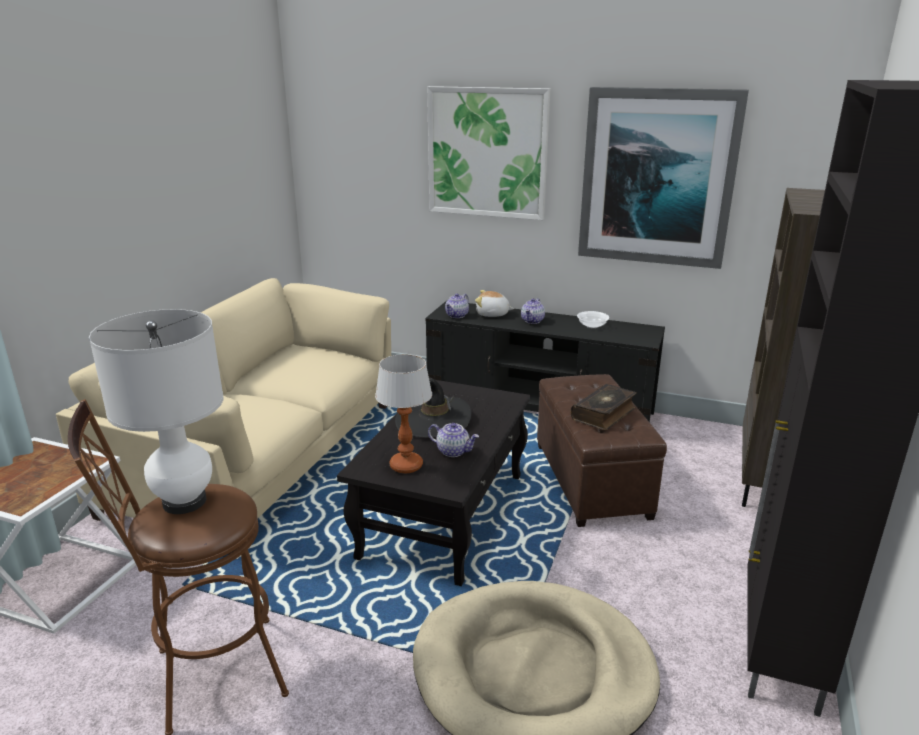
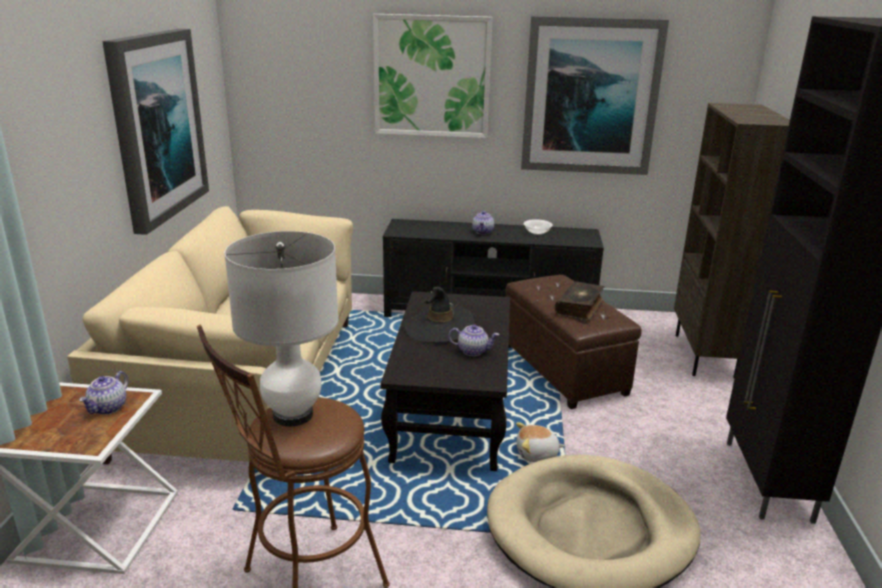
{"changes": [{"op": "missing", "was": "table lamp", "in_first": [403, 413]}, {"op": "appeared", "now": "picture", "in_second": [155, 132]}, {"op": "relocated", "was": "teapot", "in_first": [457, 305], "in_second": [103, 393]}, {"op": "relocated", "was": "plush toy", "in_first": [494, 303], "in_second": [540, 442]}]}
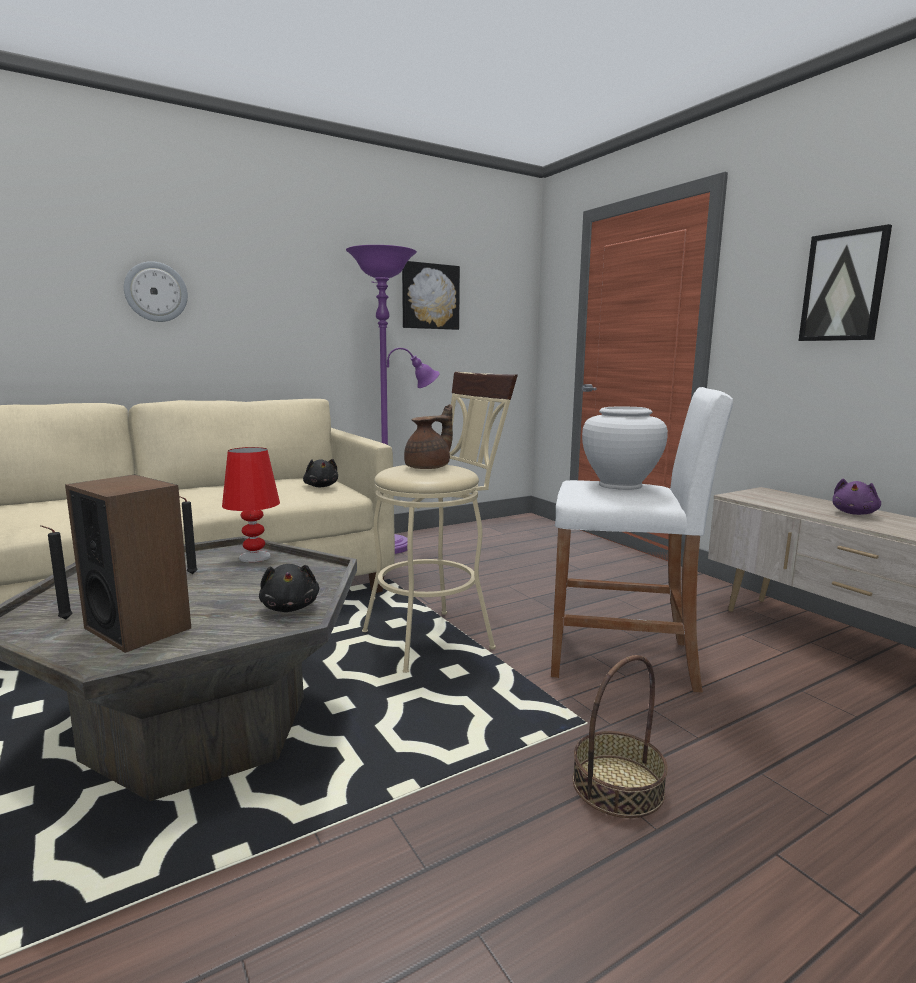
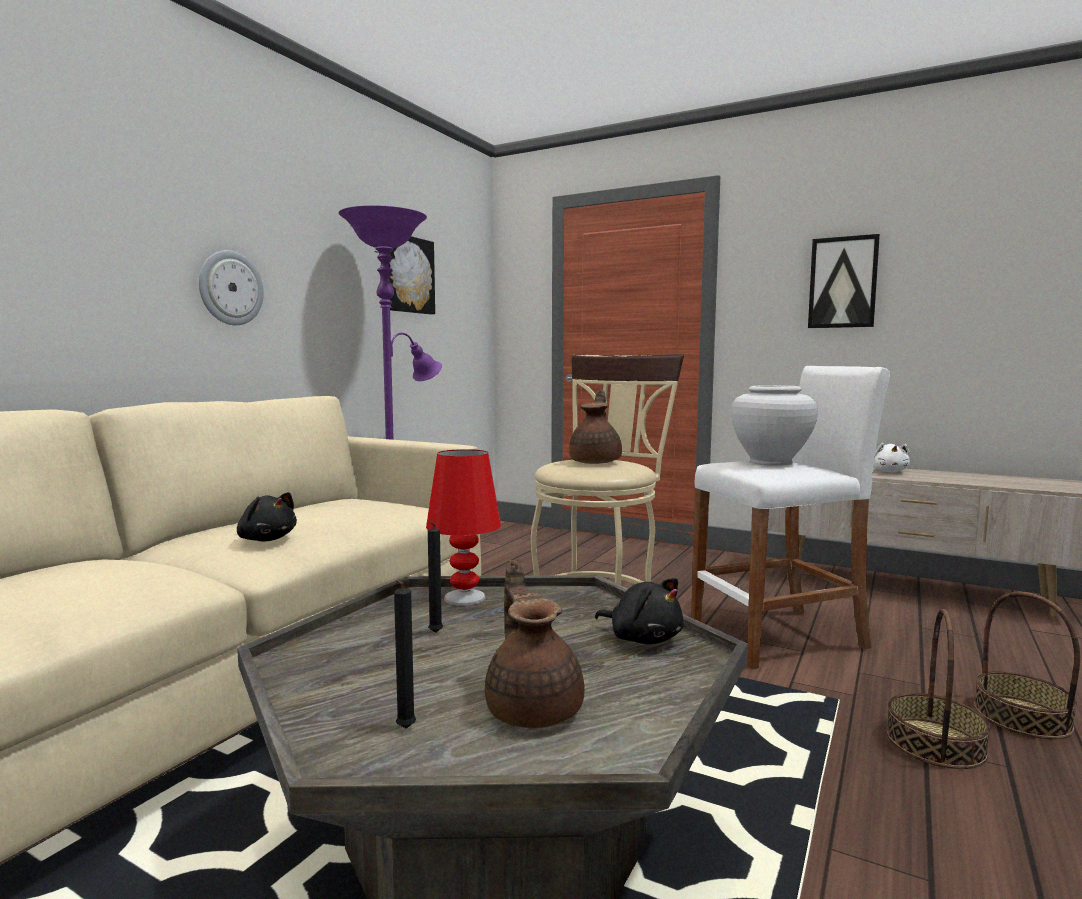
{"changes": [{"op": "appeared", "now": "basket", "in_second": [1027, 665]}, {"op": "relocated", "was": "wall clock", "in_first": [156, 291], "in_second": [231, 287]}, {"op": "relocated", "was": "black plush toy", "in_first": [320, 473], "in_second": [267, 516]}, {"op": "exchanged", "was": "speaker", "now": "brown teapot", "in_first": [128, 563], "in_second": [535, 644]}, {"op": "colour", "was": "purple plush toy", "now": "white plush toy", "in_first": [856, 497], "in_second": [892, 457]}]}
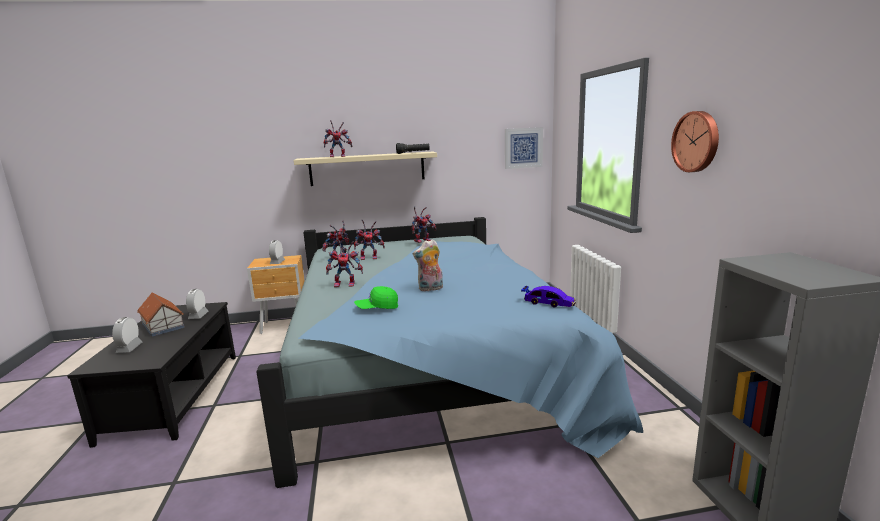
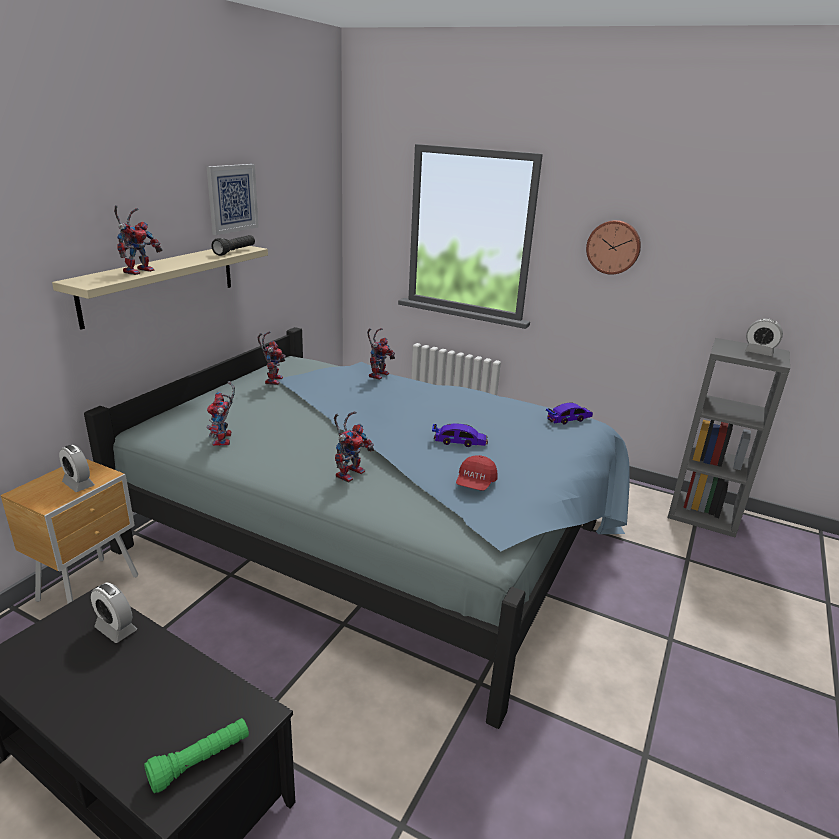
{"changes": [{"op": "missing", "was": "toy house", "in_first": [161, 315]}, {"op": "appeared", "now": "green flashlight", "in_second": [196, 755]}, {"op": "relocated", "was": "alarm clock", "in_first": [127, 335], "in_second": [764, 337]}, {"op": "relocated", "was": "toy robot", "in_first": [369, 239], "in_second": [381, 354]}, {"op": "relocated", "was": "picture", "in_first": [524, 148], "in_second": [233, 199]}, {"op": "exchanged", "was": "plush toy", "now": "toy car", "in_first": [428, 265], "in_second": [460, 435]}, {"op": "colour", "was": "green cap", "now": "red cap", "in_first": [376, 297], "in_second": [477, 473]}]}
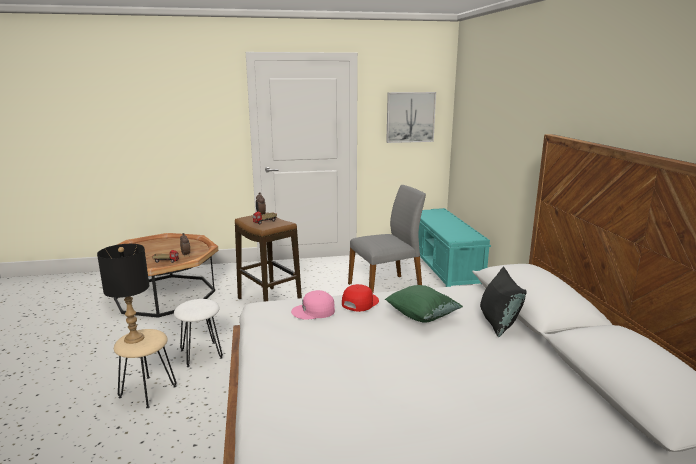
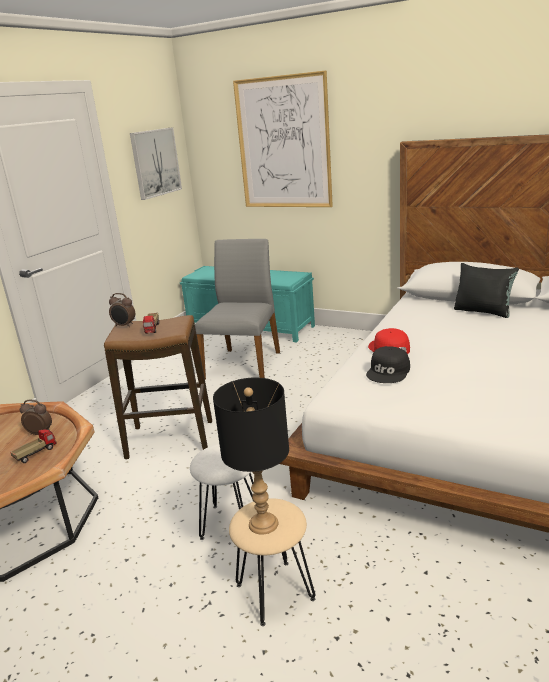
{"changes": [{"op": "missing", "was": "green pillow", "in_first": [424, 304]}, {"op": "appeared", "now": "picture", "in_second": [283, 139]}, {"op": "colour", "was": "pink cap", "now": "black cap", "in_first": [313, 305], "in_second": [388, 364]}]}
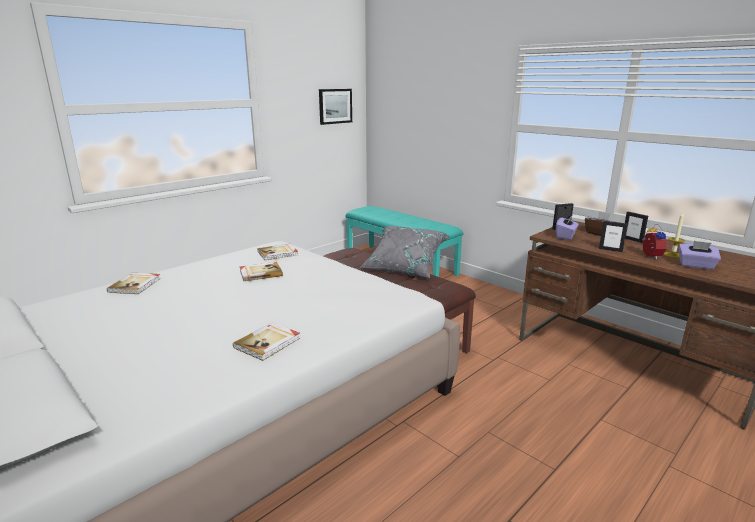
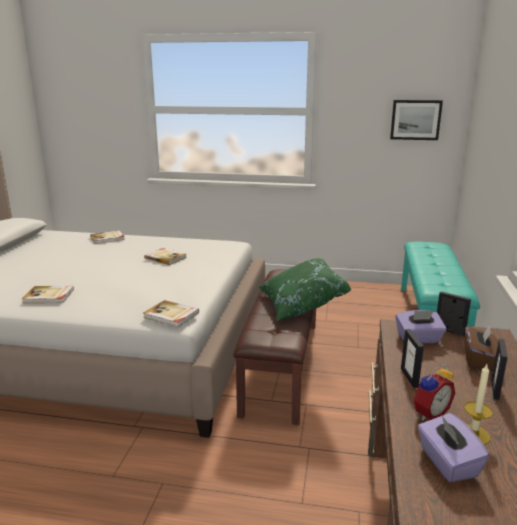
{"changes": [{"op": "relocated", "was": "book", "in_first": [278, 252], "in_second": [171, 313]}, {"op": "colour", "was": "grey pillow", "now": "green pillow", "in_first": [405, 252], "in_second": [305, 289]}]}
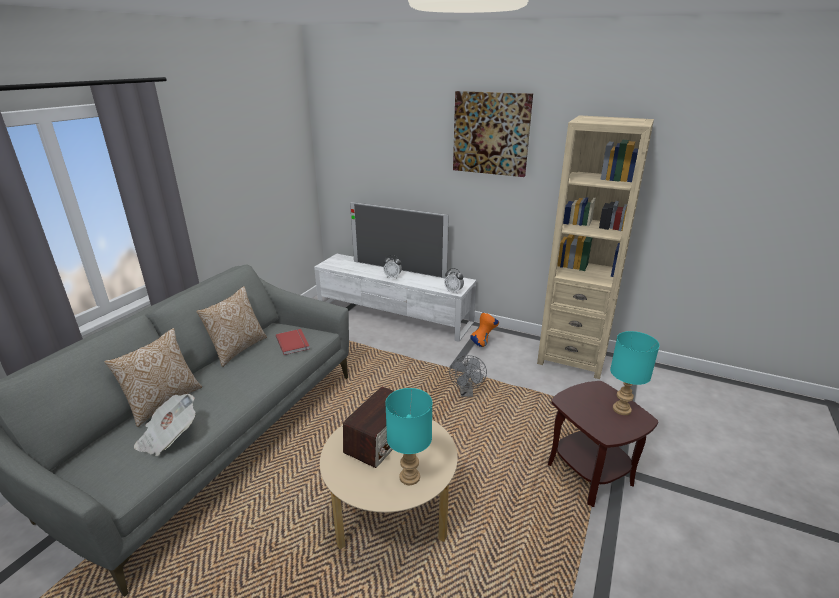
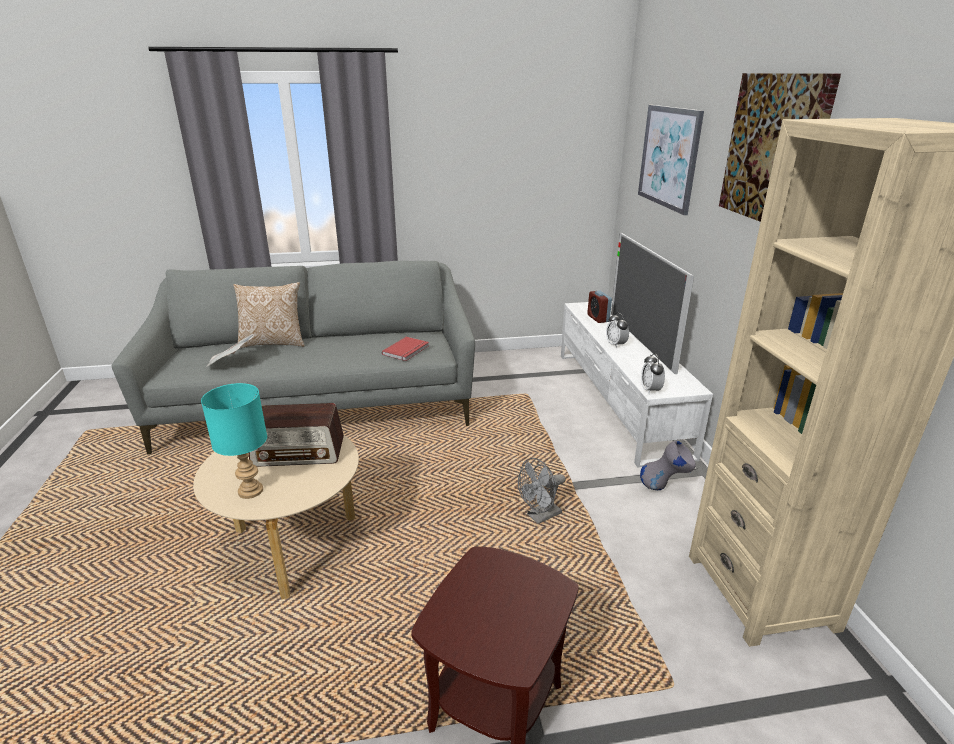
{"changes": [{"op": "missing", "was": "pillow", "in_first": [231, 326]}, {"op": "missing", "was": "turquoise table lamp", "in_first": [635, 373]}, {"op": "appeared", "now": "alarm clock", "in_second": [599, 306]}, {"op": "appeared", "now": "picture", "in_second": [671, 160]}, {"op": "colour", "was": "orange vase", "now": "grey vase", "in_first": [484, 329], "in_second": [668, 465]}]}
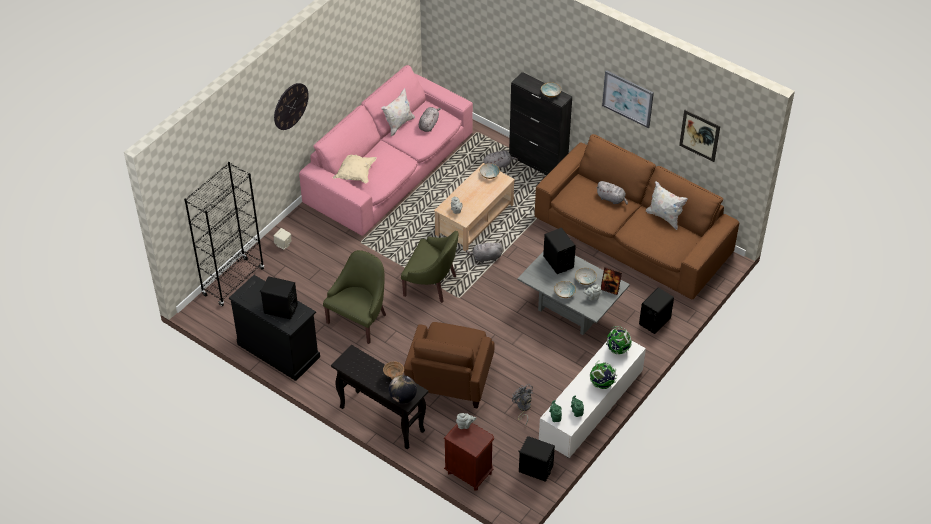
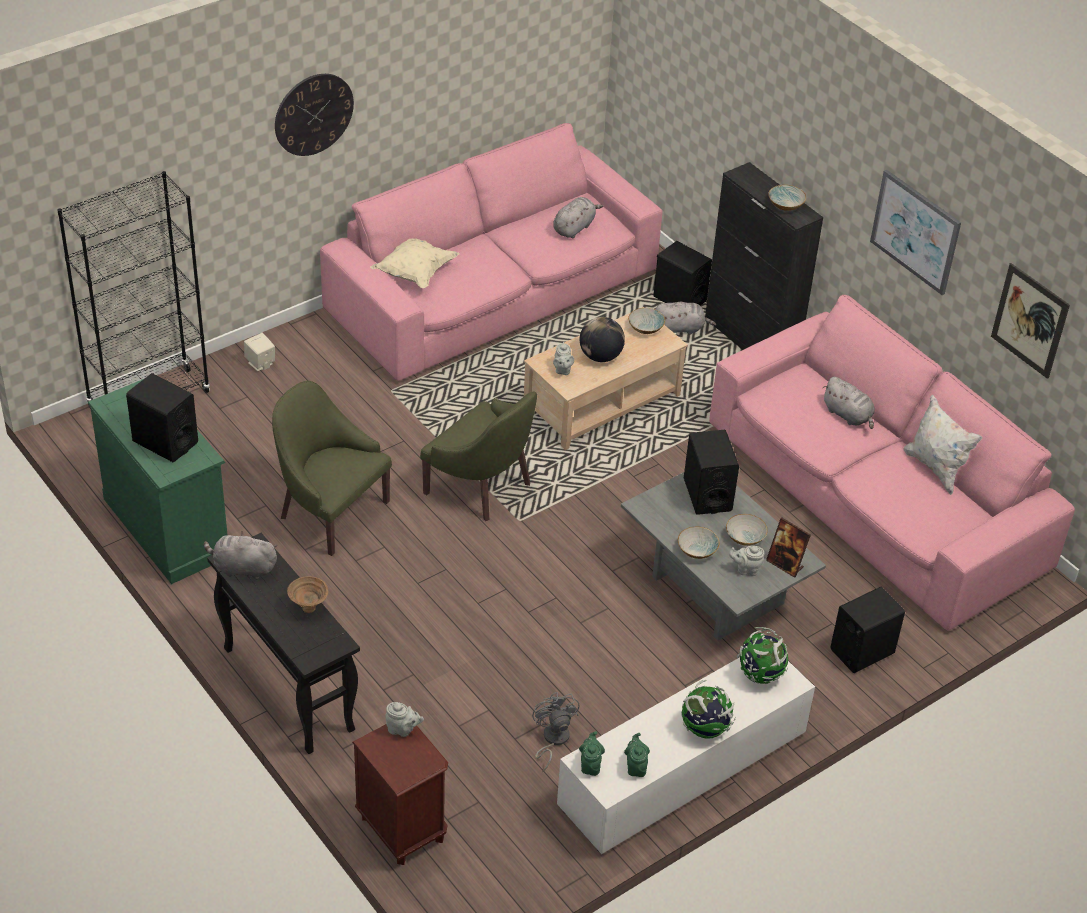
{"changes": [{"op": "missing", "was": "white pillow", "in_first": [398, 112]}, {"op": "missing", "was": "brown armchair", "in_first": [449, 365]}, {"op": "relocated", "was": "globe", "in_first": [403, 389], "in_second": [602, 339]}, {"op": "relocated", "was": "grey plush toy", "in_first": [484, 252], "in_second": [241, 555]}, {"op": "relocated", "was": "black speaker", "in_first": [536, 459], "in_second": [682, 273]}, {"op": "colour", "was": "black dresser", "now": "green dresser", "in_first": [274, 328], "in_second": [157, 481]}, {"op": "colour", "was": "brown sofa", "now": "pink sofa", "in_first": [637, 216], "in_second": [892, 462]}, {"op": "spun", "was": "green armchair", "in_first": [354, 297], "in_second": [332, 468], "clockwise": -105}]}
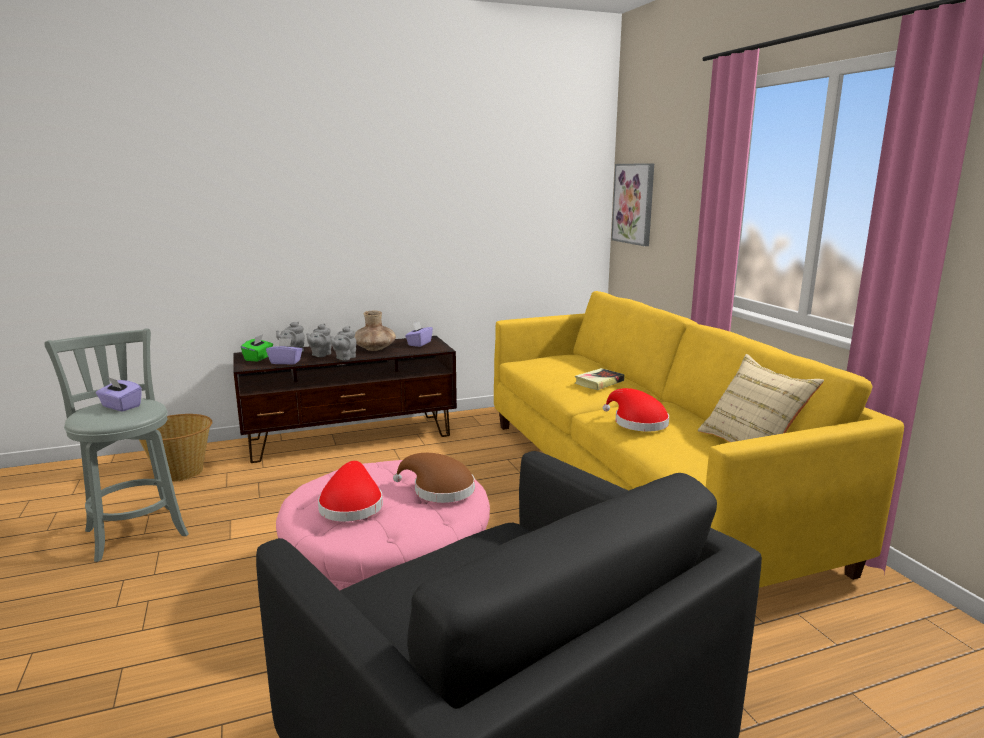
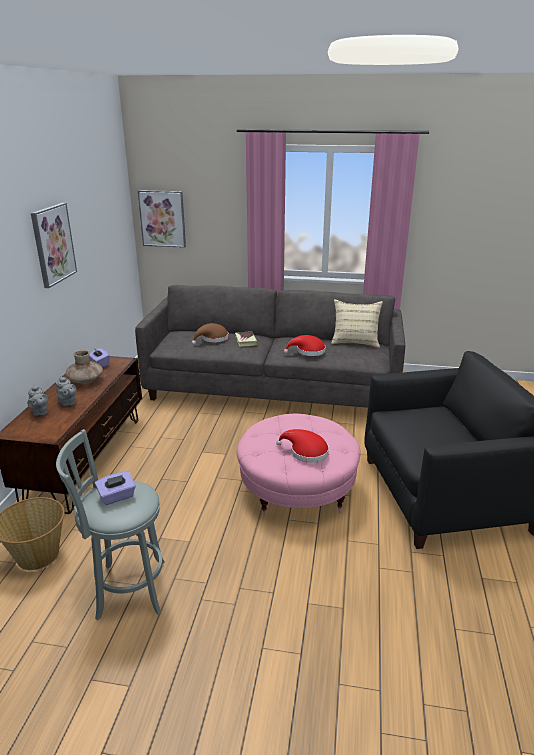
{"changes": [{"op": "missing", "was": "green tissue box", "in_first": [257, 348]}, {"op": "missing", "was": "purple tissue box", "in_first": [284, 351]}, {"op": "missing", "was": "grey teapot", "in_first": [343, 343]}, {"op": "appeared", "now": "picture", "in_second": [54, 245]}, {"op": "relocated", "was": "brown hat", "in_first": [434, 478], "in_second": [210, 334]}, {"op": "colour", "was": "yellow sofa", "now": "grey sofa", "in_first": [699, 439], "in_second": [270, 346]}]}
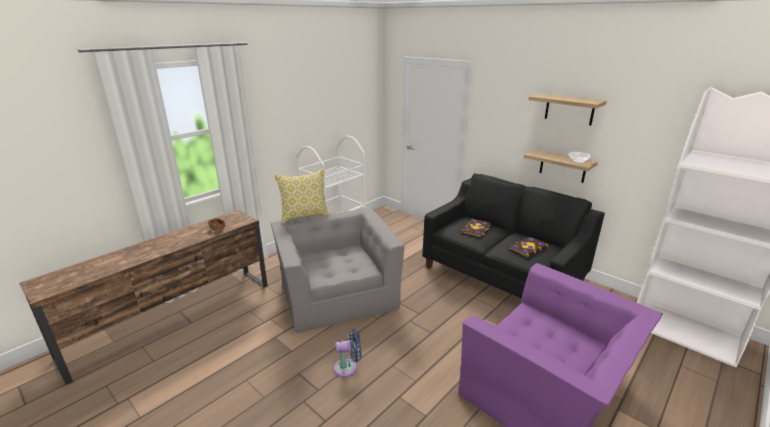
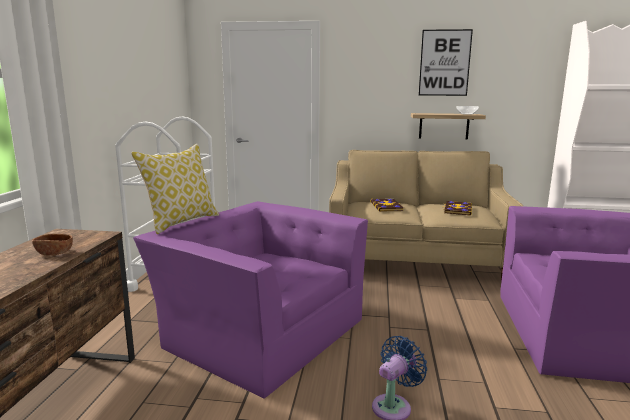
{"changes": [{"op": "exchanged", "was": "shelf", "now": "picture", "in_first": [567, 109], "in_second": [446, 62]}, {"op": "colour", "was": "grey armchair", "now": "purple armchair", "in_first": [338, 270], "in_second": [250, 300]}, {"op": "colour", "was": "black sofa", "now": "beige sofa", "in_first": [513, 236], "in_second": [426, 215]}]}
